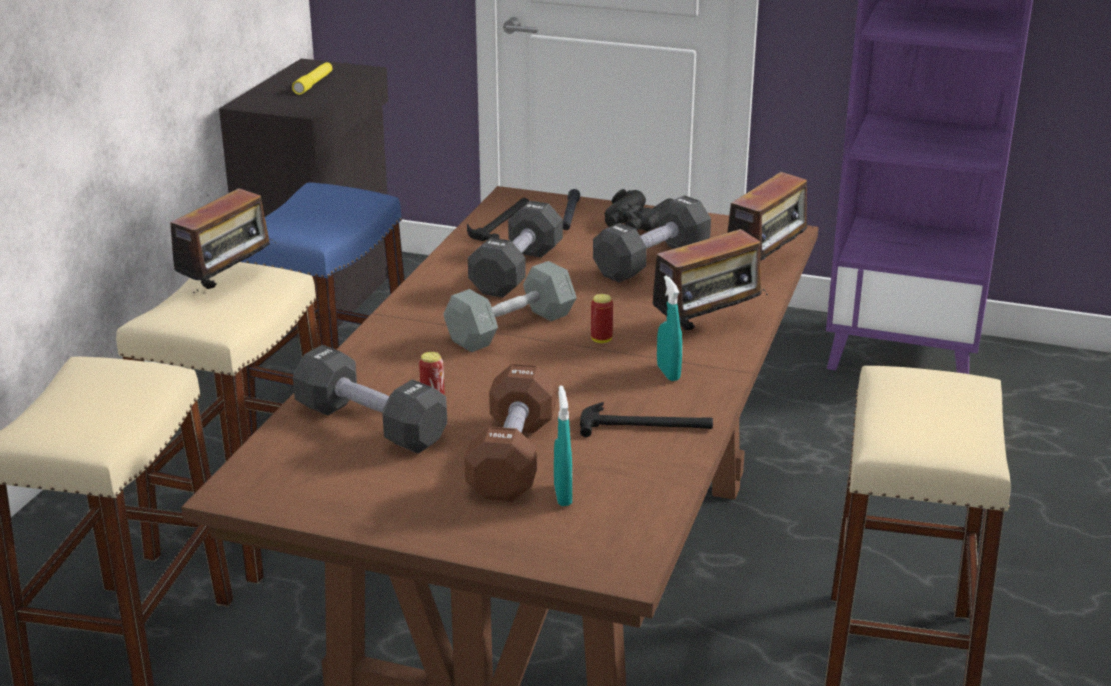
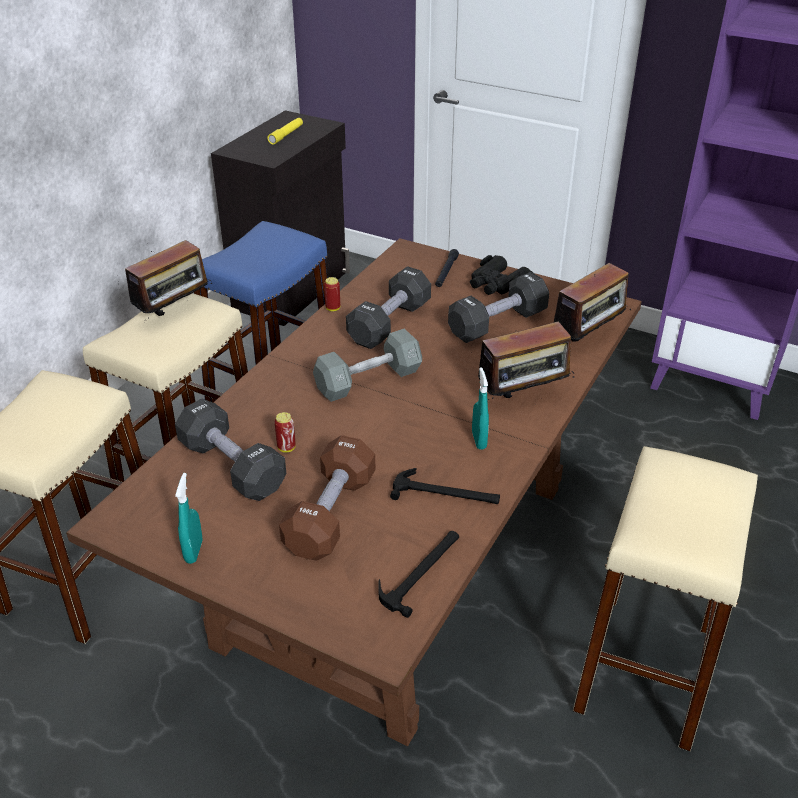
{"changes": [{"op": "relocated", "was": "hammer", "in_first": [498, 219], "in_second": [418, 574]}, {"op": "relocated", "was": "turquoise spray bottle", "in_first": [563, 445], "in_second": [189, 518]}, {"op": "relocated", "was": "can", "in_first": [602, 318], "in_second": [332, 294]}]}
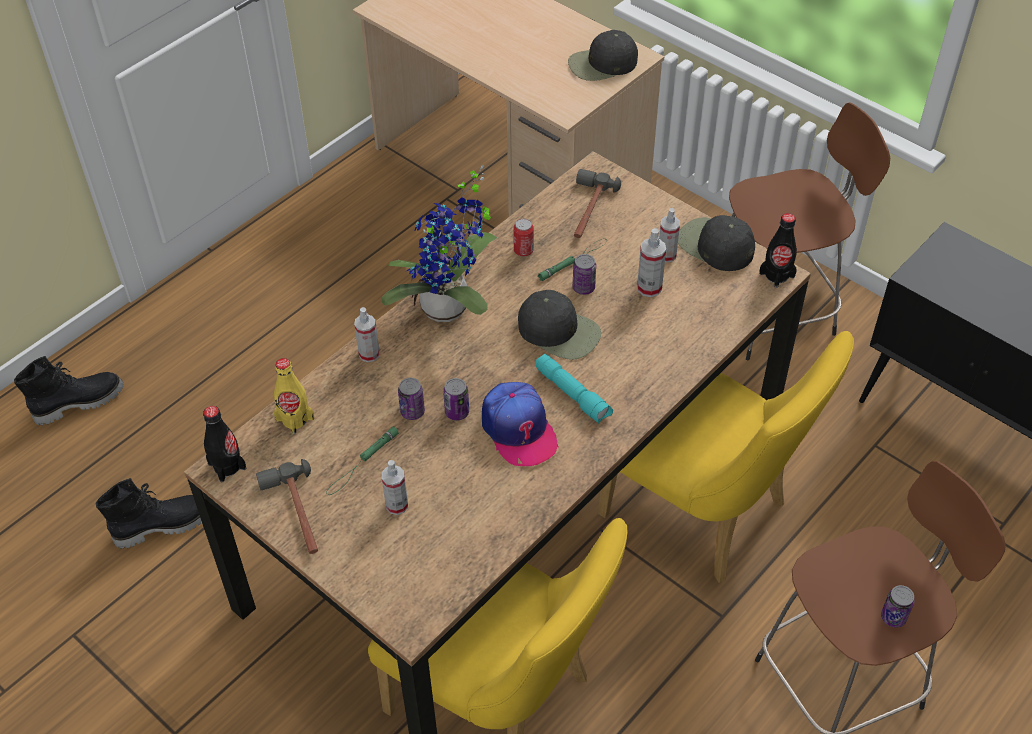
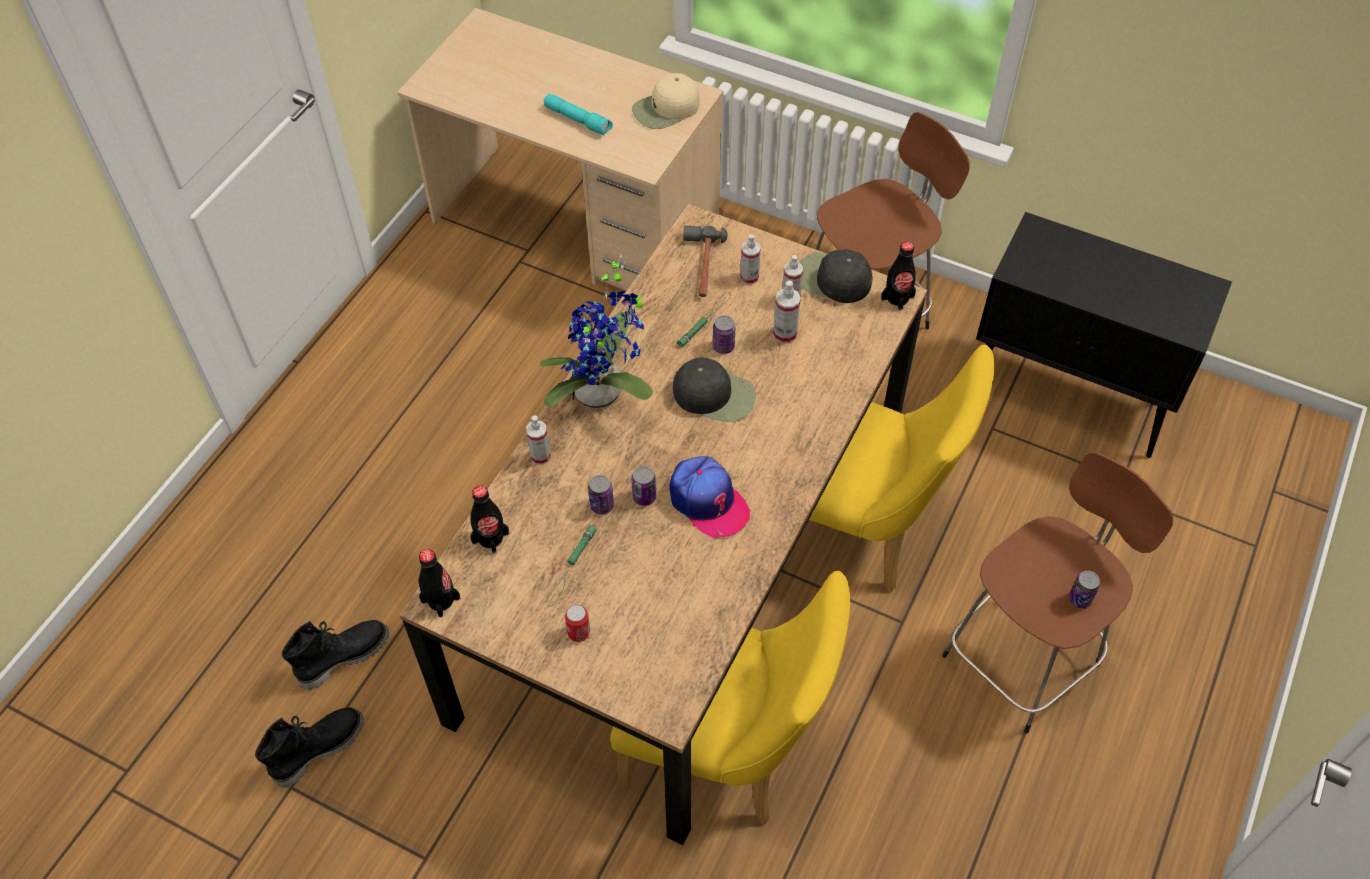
{"changes": [{"op": "missing", "was": "hammer", "in_first": [287, 506]}, {"op": "relocated", "was": "black boot", "in_first": [68, 390], "in_second": [309, 747]}, {"op": "relocated", "was": "spray bottle", "in_first": [395, 487], "in_second": [750, 259]}, {"op": "relocated", "was": "can", "in_first": [523, 238], "in_second": [577, 623]}, {"op": "relocated", "was": "turquoise flashlight", "in_first": [574, 389], "in_second": [578, 114]}, {"op": "colour", "was": "yellow bottle", "now": "black bottle", "in_first": [294, 396], "in_second": [489, 519]}, {"op": "colour", "was": "black cap", "now": "beige cap", "in_first": [603, 55], "in_second": [666, 101]}]}
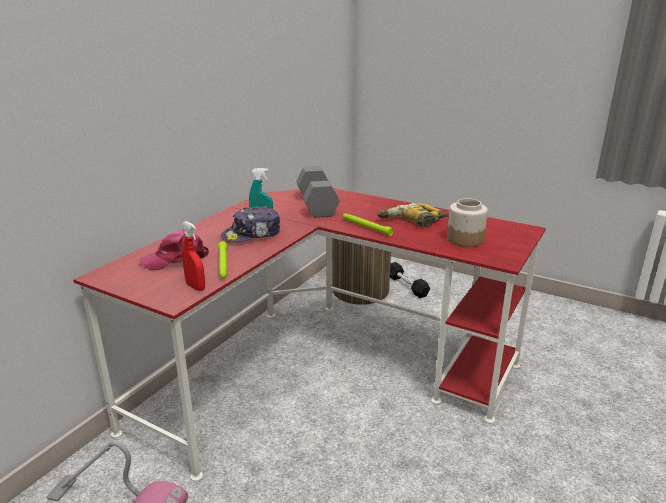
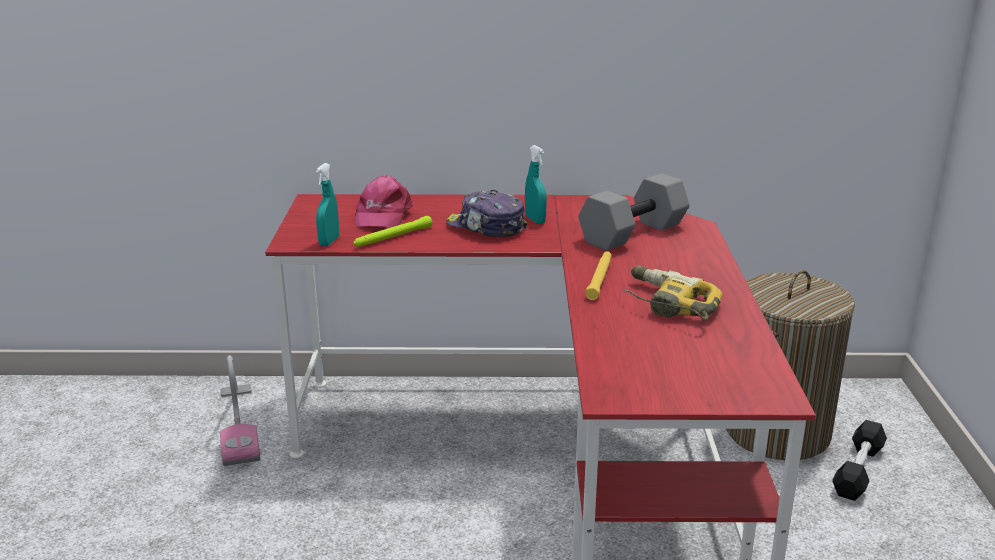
{"changes": [{"op": "missing", "was": "jar", "in_first": [467, 222]}, {"op": "colour", "was": "red spray bottle", "now": "turquoise spray bottle", "in_first": [193, 256], "in_second": [327, 204]}, {"op": "colour", "was": "green flashlight", "now": "yellow flashlight", "in_first": [367, 225], "in_second": [598, 275]}, {"op": "spun", "was": "pink cap", "in_first": [174, 250], "in_second": [384, 201], "clockwise": -120}]}
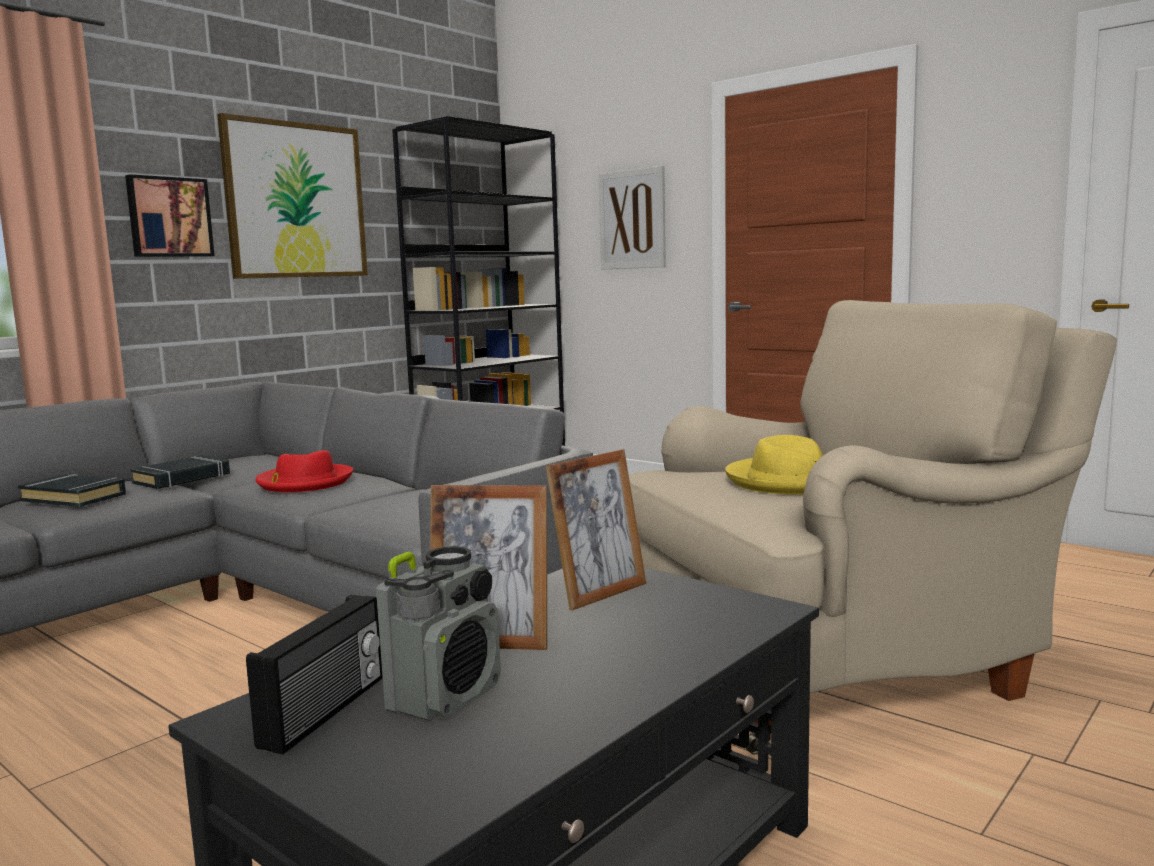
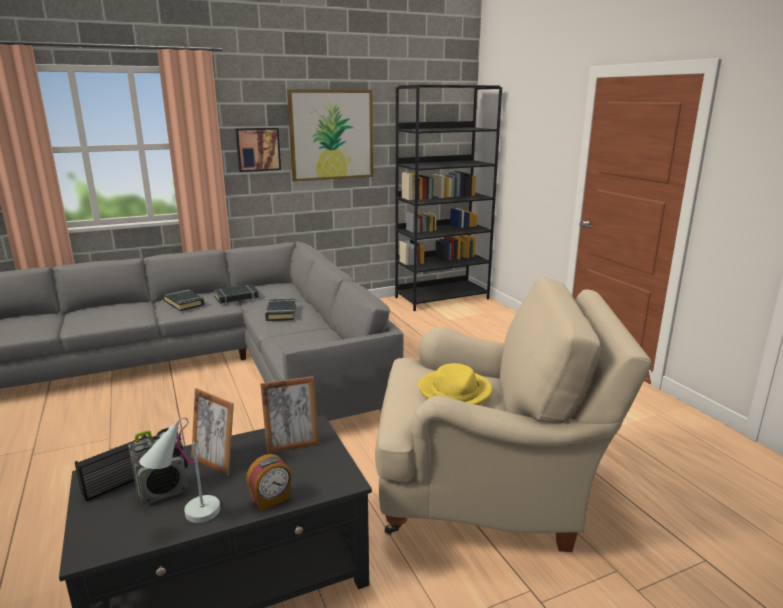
{"changes": [{"op": "missing", "was": "picture", "in_first": [632, 218]}, {"op": "appeared", "now": "white table lamp", "in_second": [179, 470]}, {"op": "appeared", "now": "alarm clock", "in_second": [269, 482]}, {"op": "exchanged", "was": "red hat", "now": "black book", "in_first": [304, 471], "in_second": [280, 309]}]}
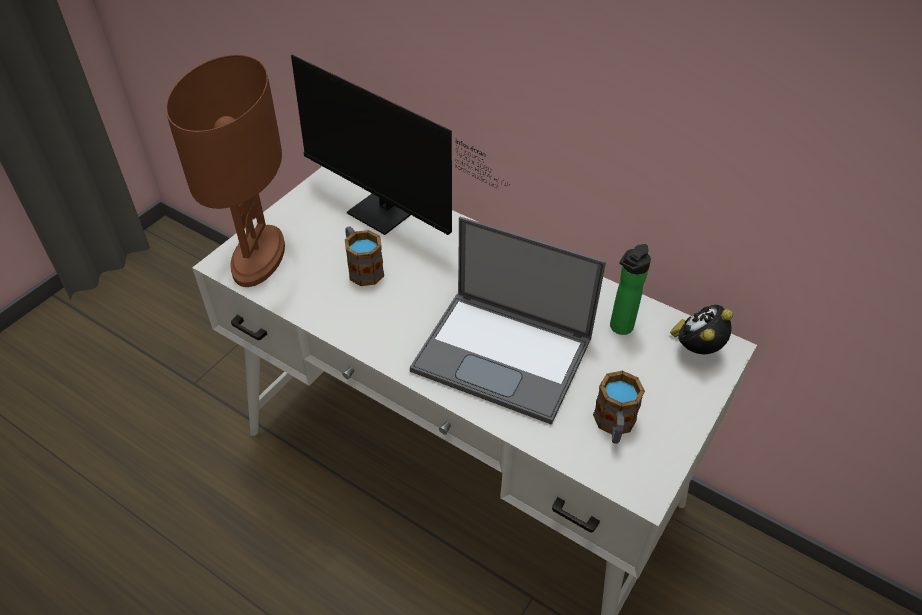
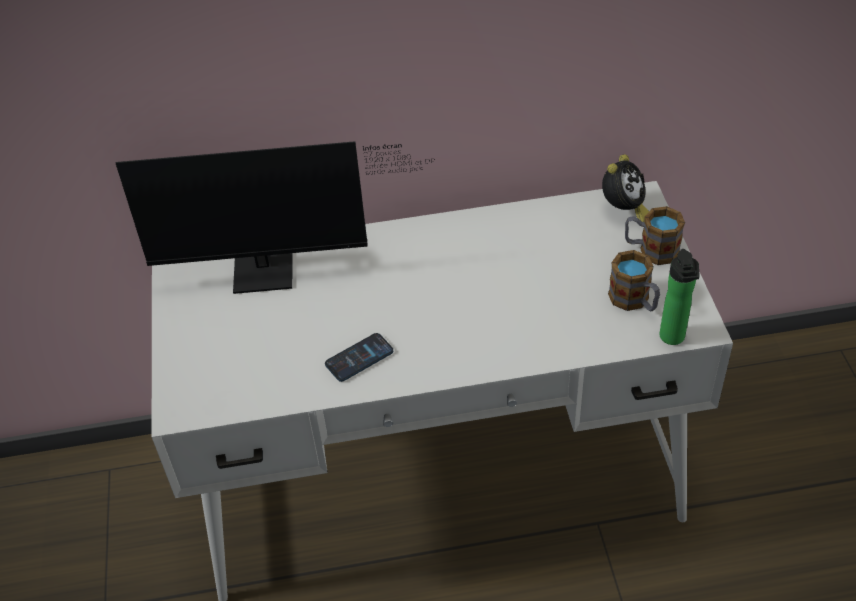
{"changes": [{"op": "missing", "was": "brown table lamp", "in_first": [225, 171]}, {"op": "missing", "was": "laptop", "in_first": [508, 321]}, {"op": "appeared", "now": "phone", "in_second": [359, 357]}, {"op": "relocated", "was": "mug", "in_first": [364, 256], "in_second": [655, 235]}, {"op": "relocated", "was": "bottle", "in_first": [630, 289], "in_second": [679, 297]}, {"op": "spun", "was": "alarm clock", "in_first": [701, 329], "in_second": [625, 188], "clockwise": -150}]}
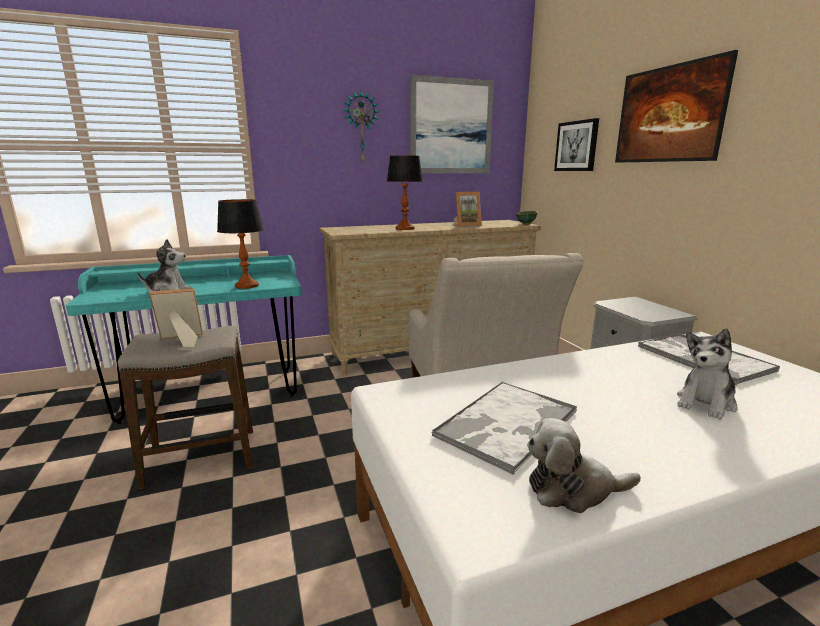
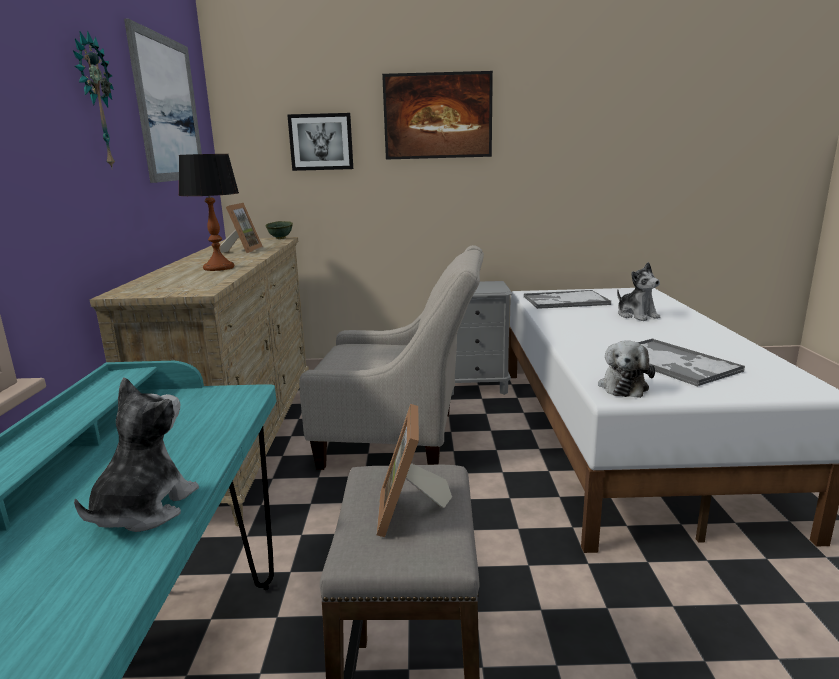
{"changes": [{"op": "missing", "was": "table lamp", "in_first": [240, 244]}, {"op": "relocated", "was": "plush toy", "in_first": [584, 465], "in_second": [626, 369]}]}
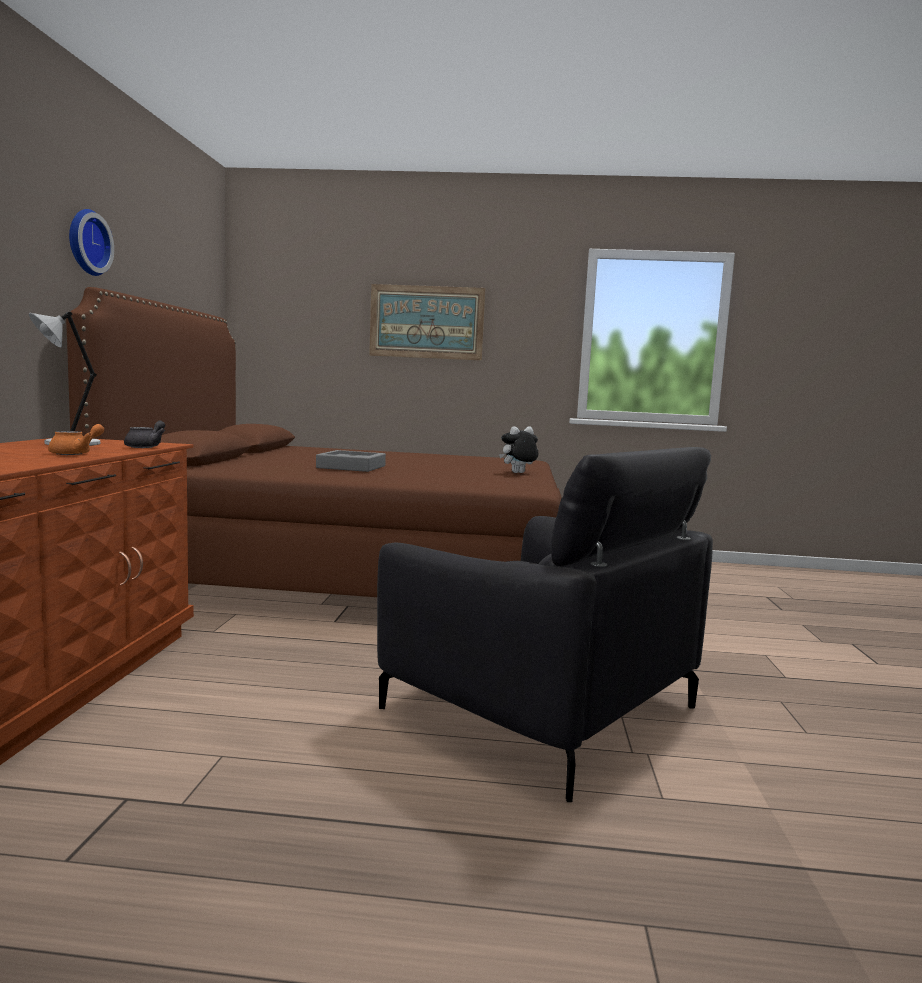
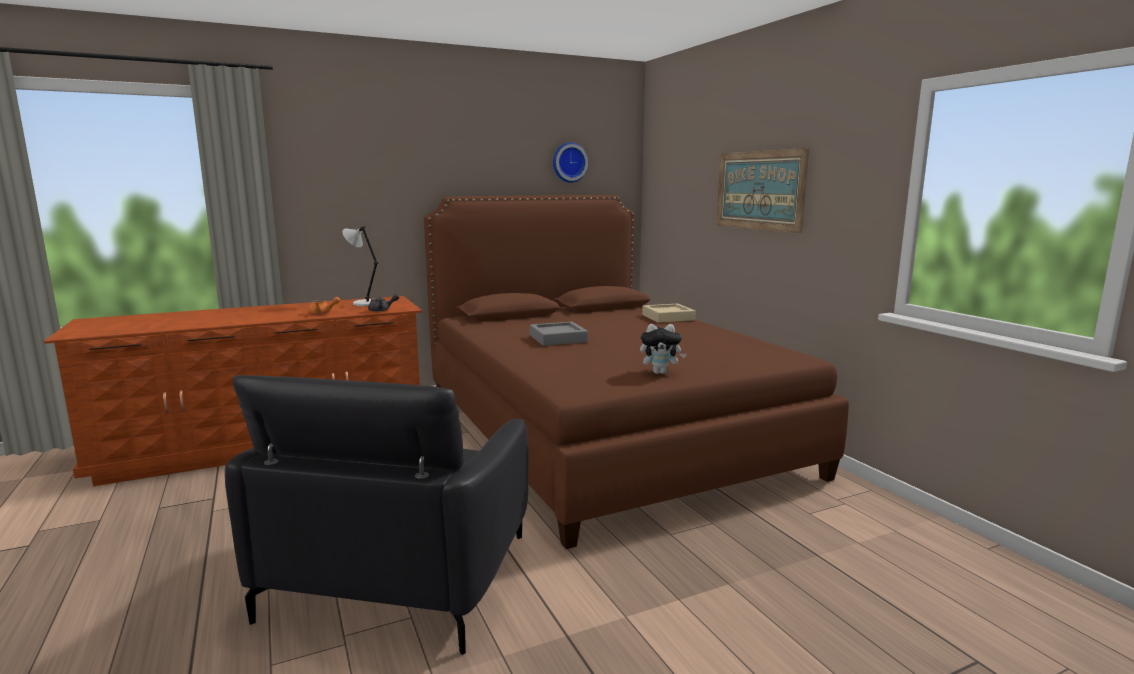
{"changes": [{"op": "appeared", "now": "beige tray", "in_second": [669, 313]}, {"op": "relocated", "was": "wall clock", "in_first": [91, 242], "in_second": [570, 162]}, {"op": "spun", "was": "plush toy", "in_first": [519, 449], "in_second": [663, 349], "clockwise": 150}]}
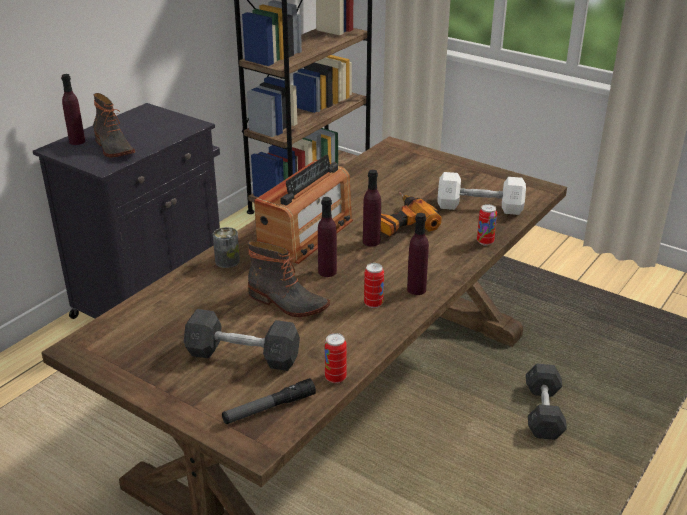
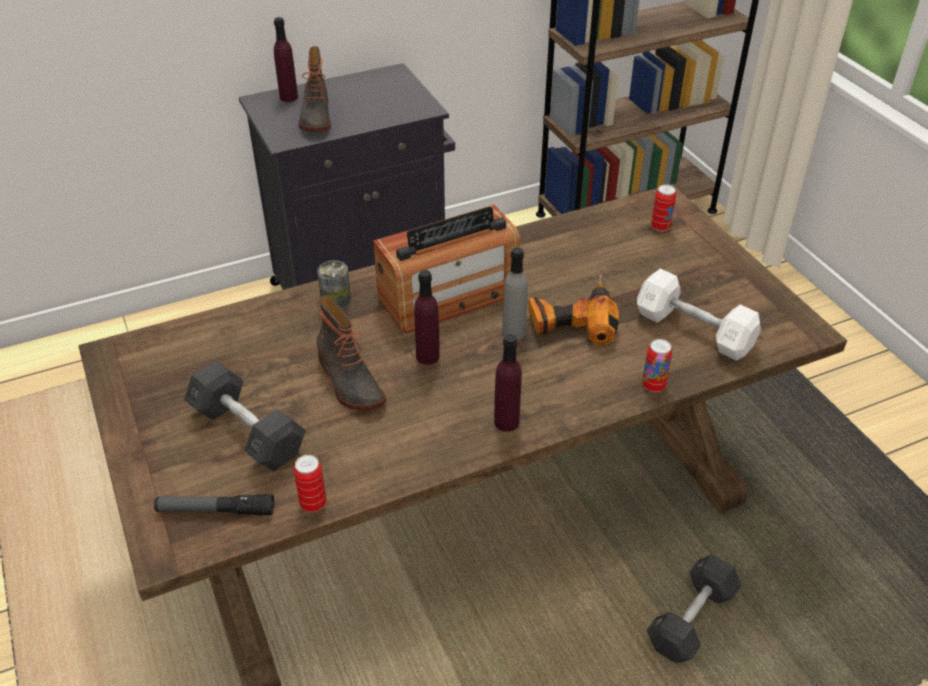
{"changes": [{"op": "relocated", "was": "can", "in_first": [374, 285], "in_second": [663, 208]}, {"op": "colour", "was": "purple bottle", "now": "grey bottle", "in_first": [372, 208], "in_second": [515, 293]}]}
